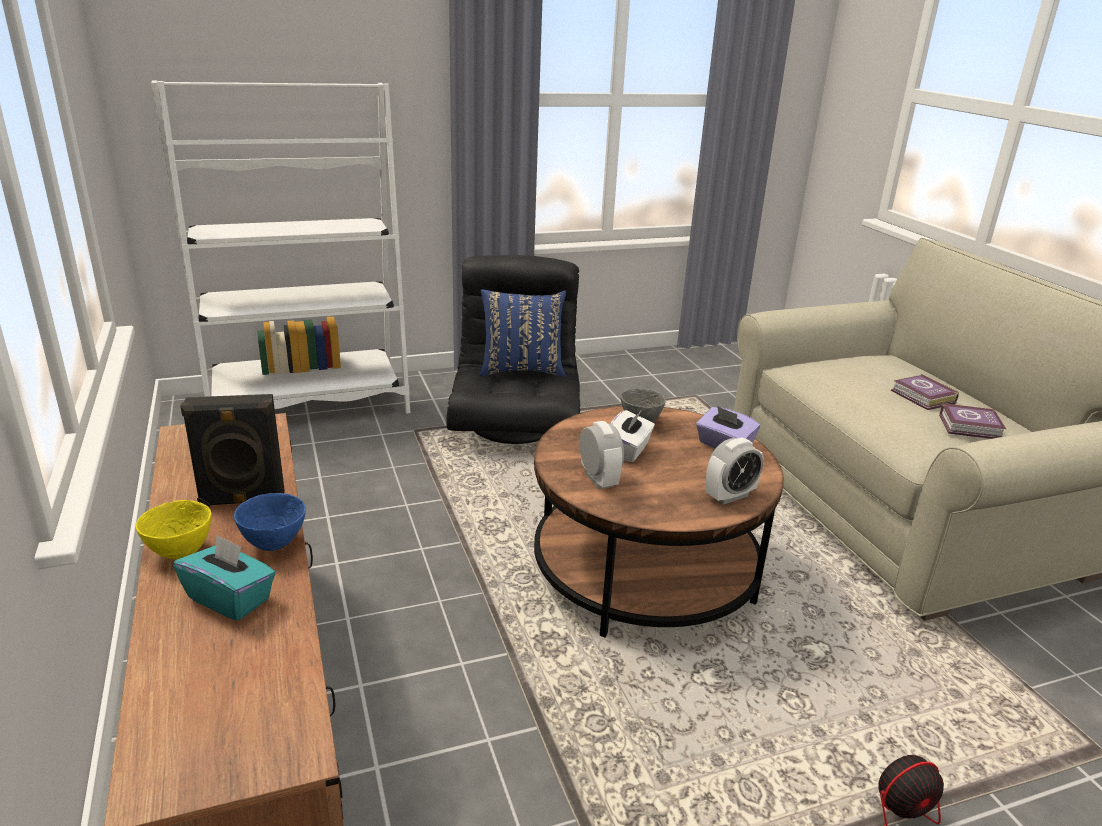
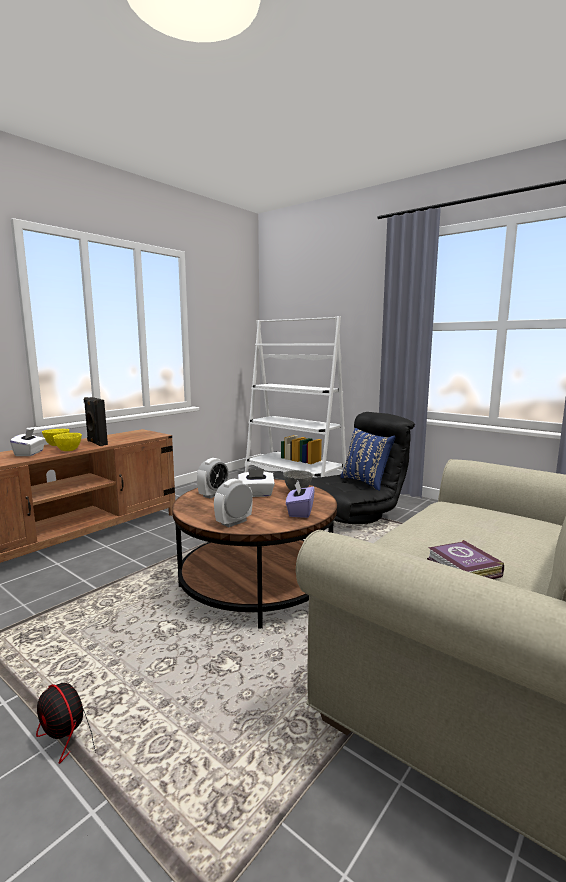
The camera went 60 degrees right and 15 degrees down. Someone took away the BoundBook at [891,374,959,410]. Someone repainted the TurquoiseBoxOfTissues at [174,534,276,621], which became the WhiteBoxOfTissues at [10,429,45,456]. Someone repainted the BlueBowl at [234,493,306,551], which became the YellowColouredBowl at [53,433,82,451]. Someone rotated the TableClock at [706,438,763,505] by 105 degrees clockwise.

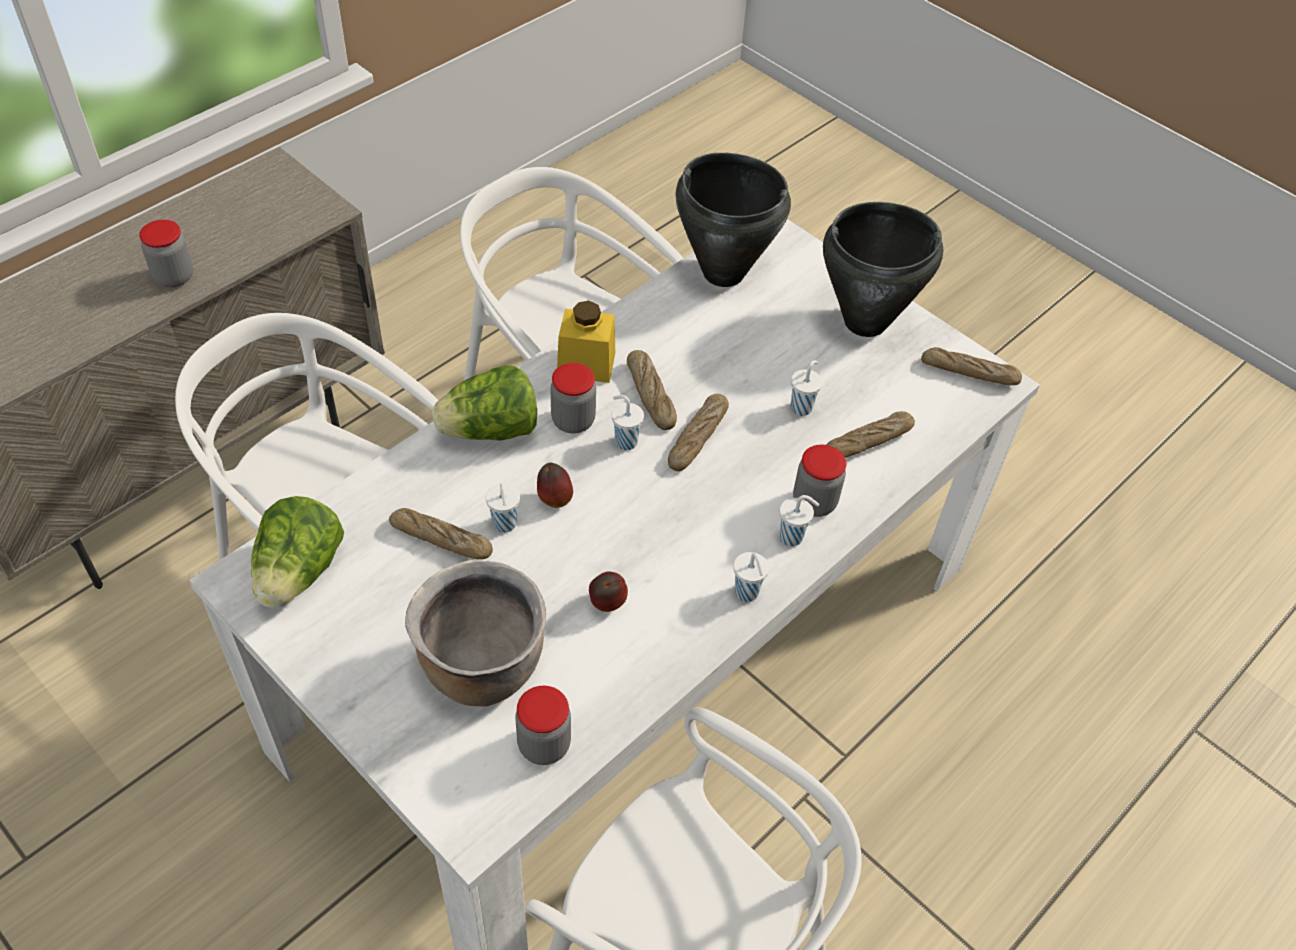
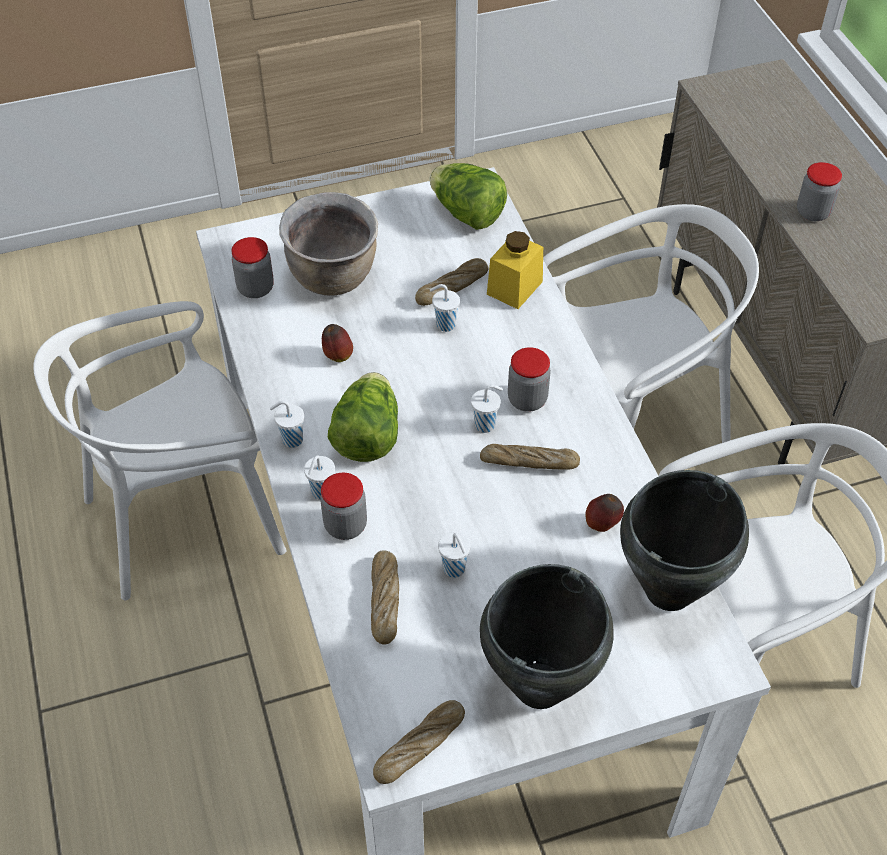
The camera went 120 degrees right and 0 degrees up. Someone took away the BakedBread at [668,394,729,471]. Someone carried the LettuceHead from [432,366,537,441] to [328,372,398,462]. Someone carried the AppleFruit from [537,463,573,508] to [585,494,624,532]. Someone carried the YellowColouredJar from [557,301,615,383] to [487,231,543,309].

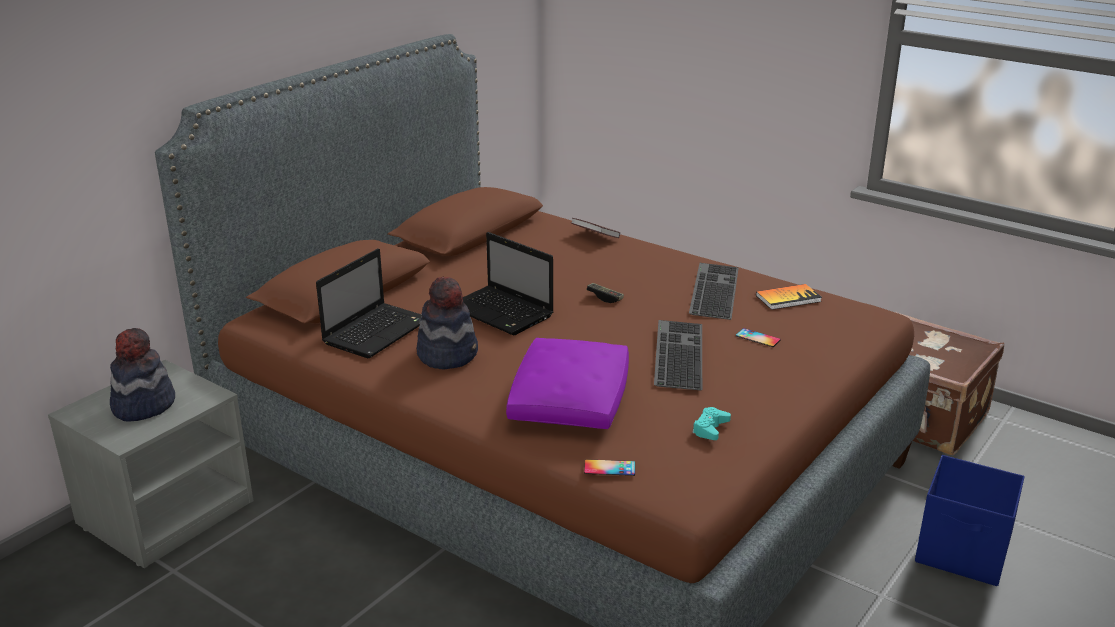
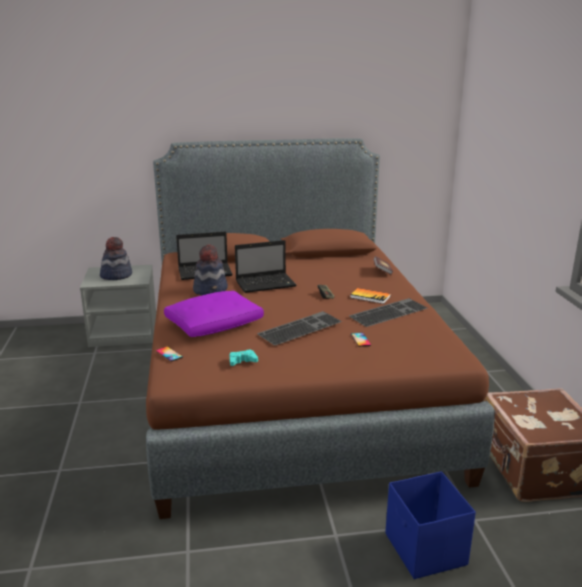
The camera went 45 degrees right and 5 degrees down. Someone carried the BoundBook from [756,284,822,310] to [350,288,391,304]. Someone rotated the NotebookComputer at [463,232,554,335] by 105 degrees counterclockwise.

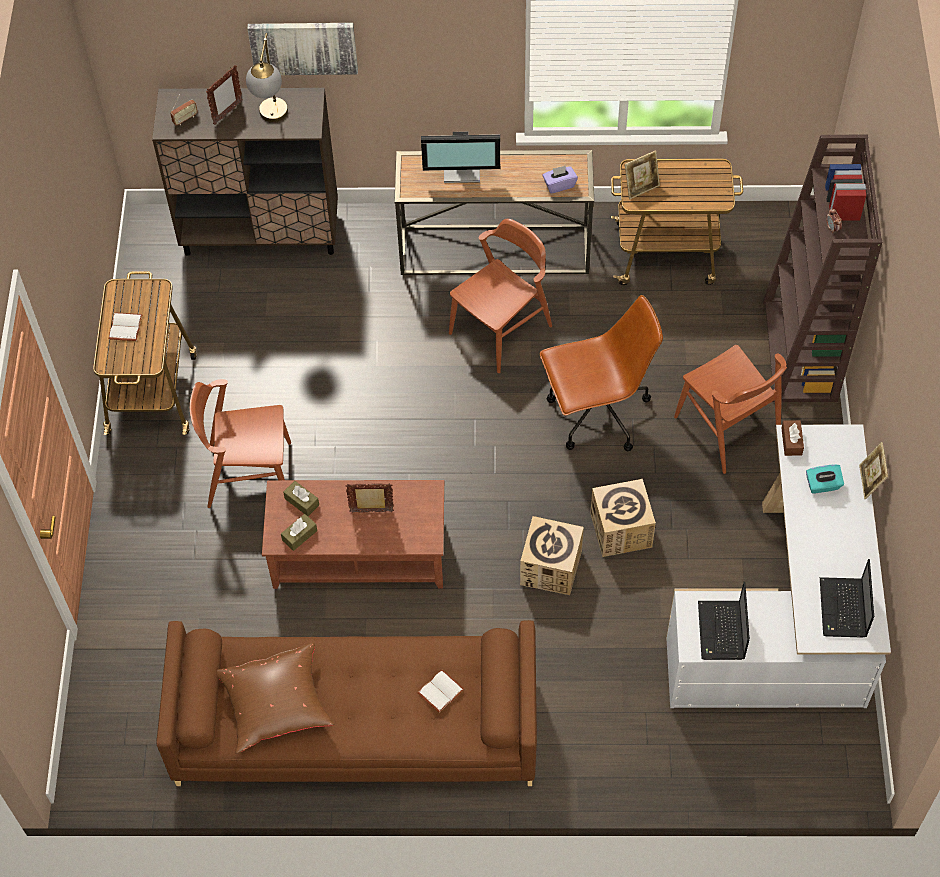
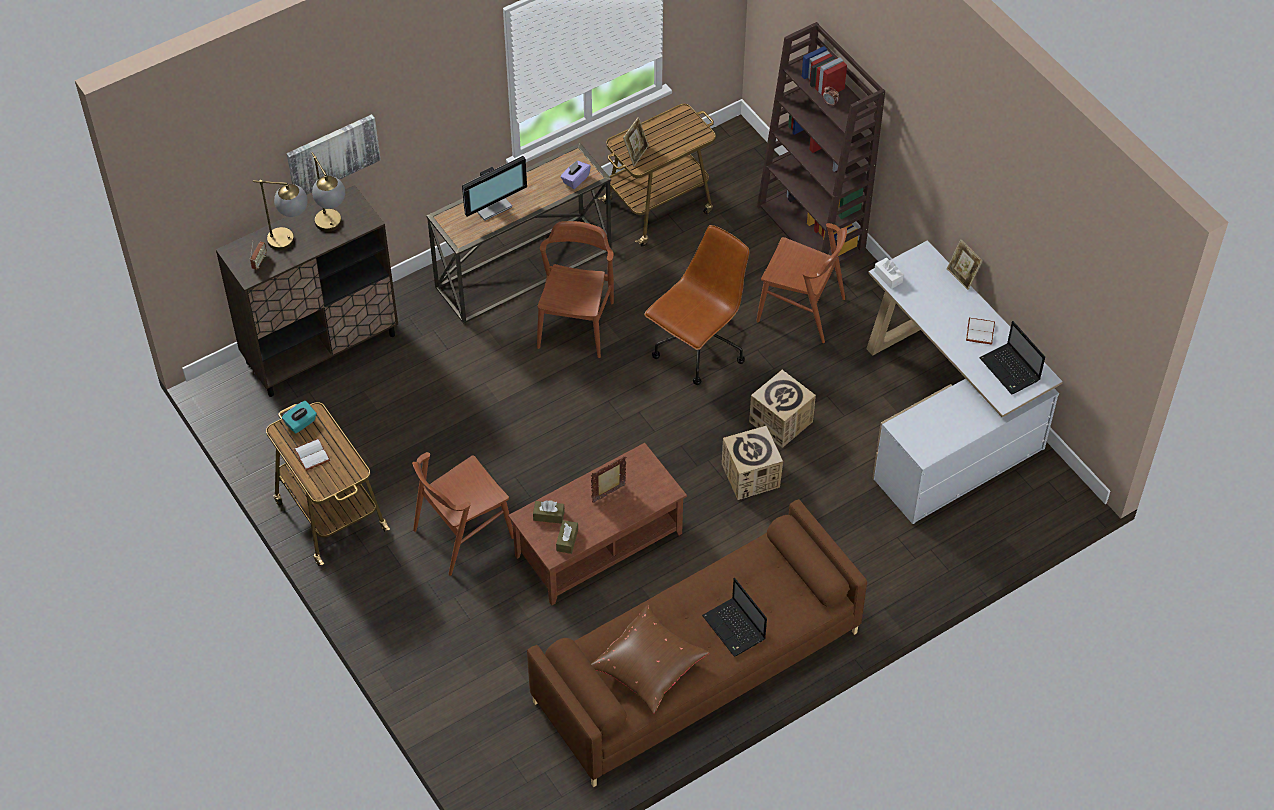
The camera went 35 degrees left and 5 degrees down. Someone carried the WhiteBoundBook from [417,669,464,713] to [966,318,995,345]. Someone carried the NotebookComputer from [698,582,750,660] to [702,578,767,657]. Someone carried the TurquoiseBoxOfTissues from [806,464,844,494] to [282,401,317,433]. Someone swapped the PictureFrame at [206,65,243,125] for the LampForATable at [253,180,308,250]. Someone repainted the BrownishBoxOfTissues at [781,420,804,456], which became the WhiteBoxOfTissues at [874,257,904,289].

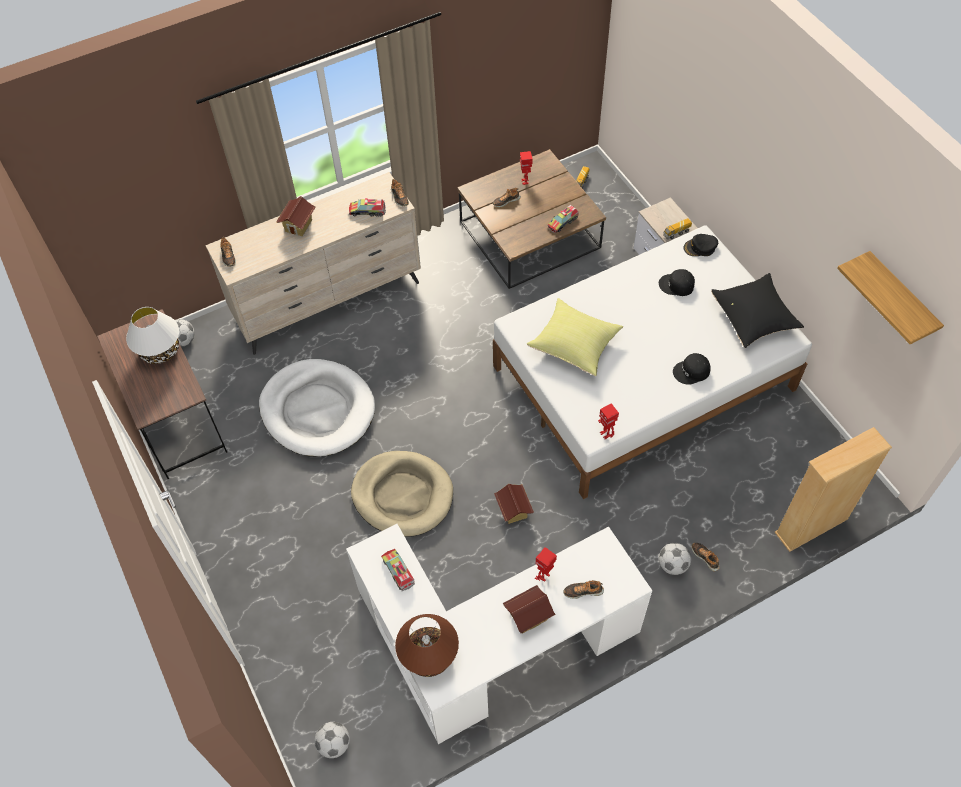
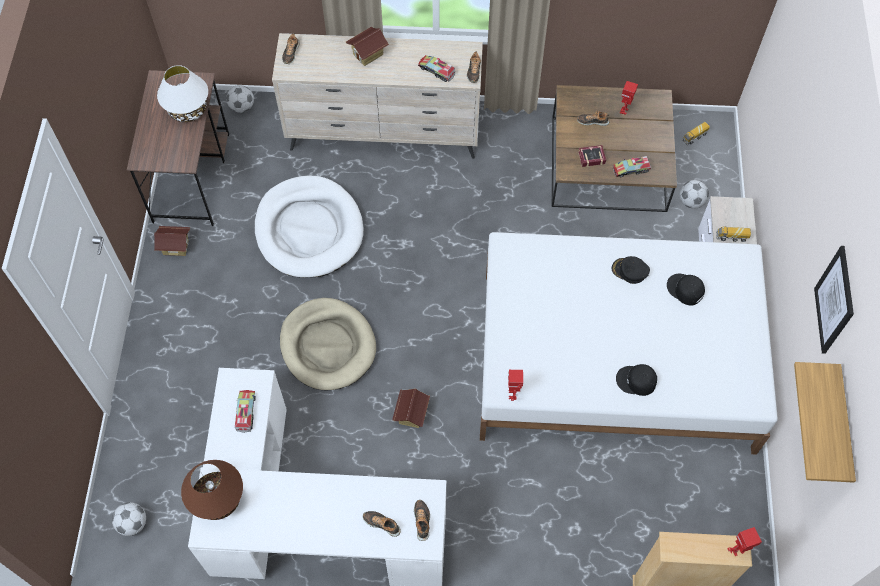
The camera went 30 degrees right and 5 degrees up. Someone took away the YellowColouredThrowPillow at [527,298,623,376]. Someone took away the BlackColouredThrowPillow at [711,273,804,348]. Someone put down the BoundBook at [578,145,606,167]. Someone put up the WallPicture at [814,246,854,354]. Someone carried the ModelHouse from [503,585,556,634] to [154,226,190,256]. Someone carried the RobotFigure from [535,547,557,582] to [727,527,762,556]. Someone carried the Football from [659,543,691,575] to [680,180,709,209]. Someone carried the BlackColouredBaseballCap from [684,234,718,256] to [612,256,650,284]. Someone carried the LowShoe from [692,543,720,571] to [414,500,430,541].

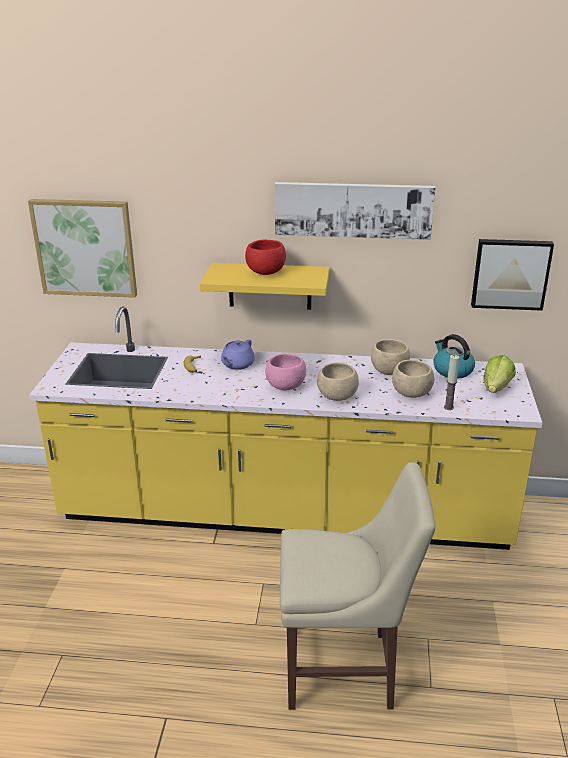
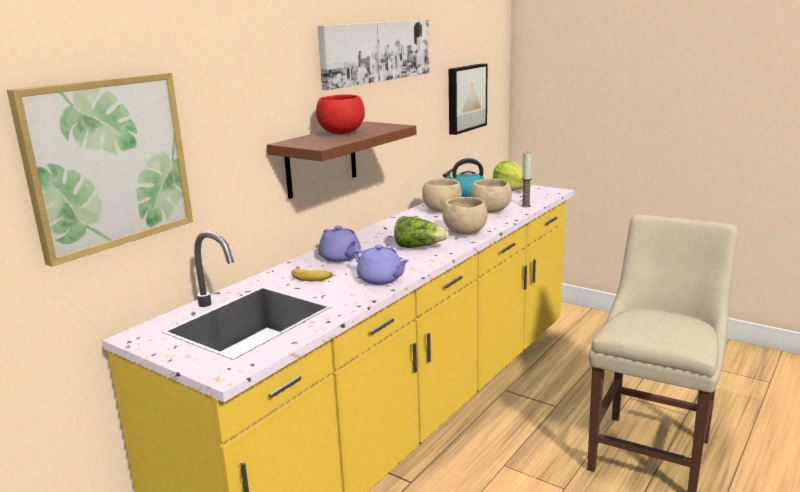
The camera went 60 degrees left and 10 degrees down. Someone put down the PurplishPotForTea at [354,244,409,285]. Someone swapped the PinkishBowl at [265,353,306,391] for the LettuceHead at [394,216,449,248]. Someone repainted the YellowColouredBracketShelf at [200,263,329,310], which became the BrownishBracketShelf at [267,121,416,199].

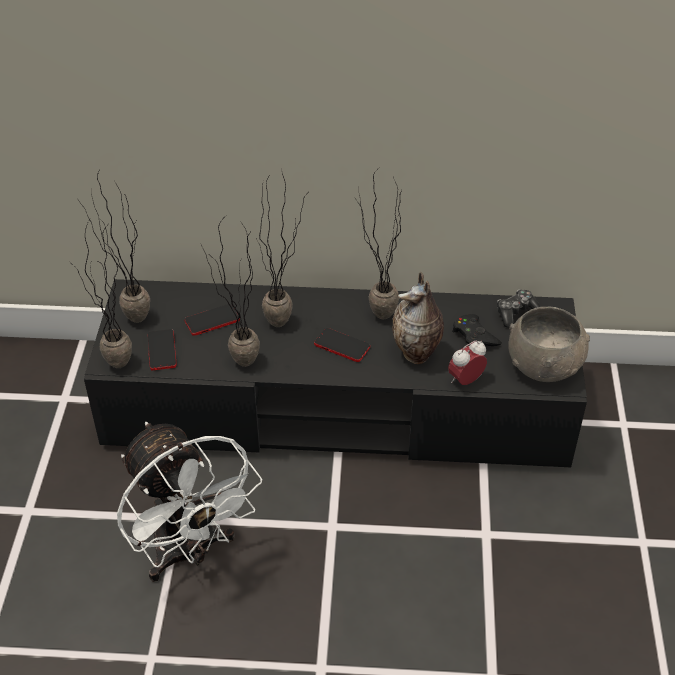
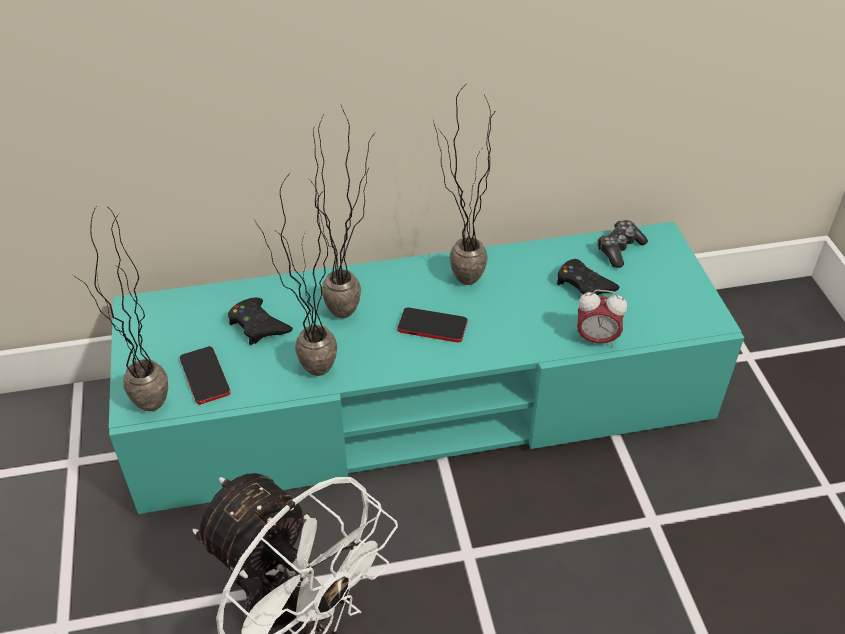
The camera went 15 degrees left and 0 degrees up. Someone took away the PlantInAPot at [78,172,150,323]. Someone took away the FlowerVase at [392,272,444,364]. Someone took away the GrayBowl at [509,306,590,382]. Someone swapped the Phone at [184,304,240,336] for the BlackColouredGamepad at [228,297,293,345]. Someone repainted the BlackColouredTvUnit at [84,279,587,467], which became the TurquoiseTvUnit at [109,222,744,514]. Someone rotated the TableClock at [448,340,487,385] by 120 degrees counterclockwise.

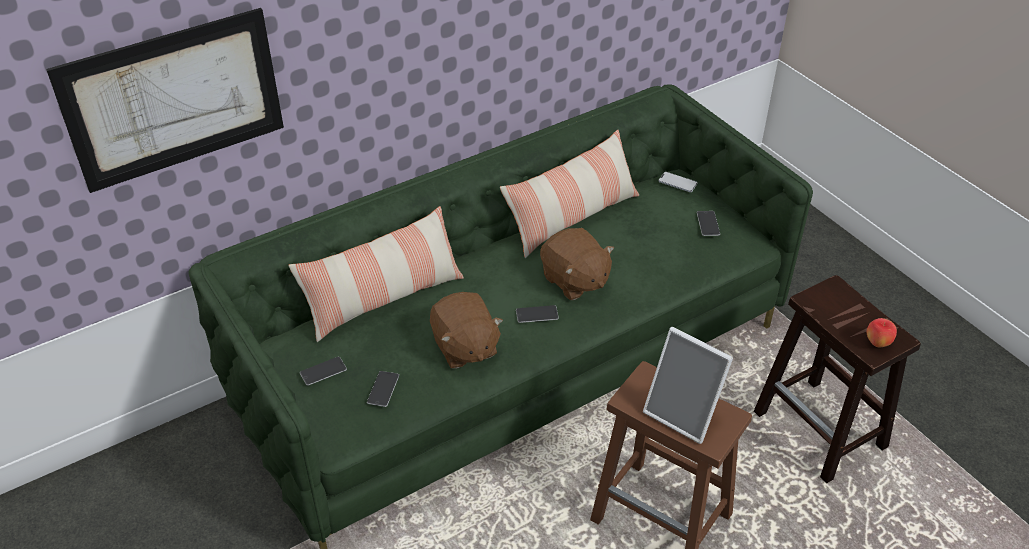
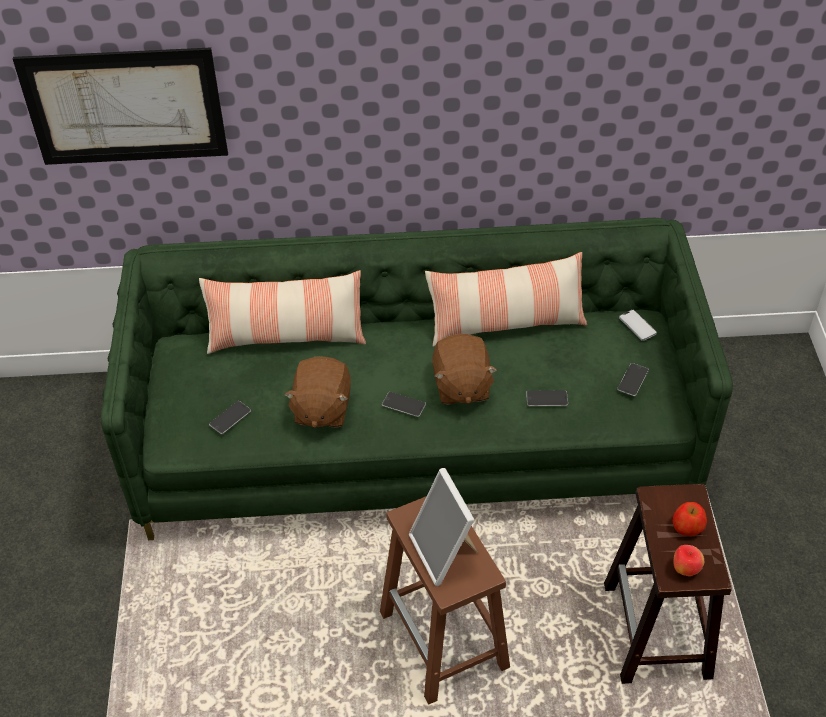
The camera went 30 degrees right and 5 degrees up. Someone put down the AppleFruit at [673,502,707,536]. Someone carried the Phone from [300,357,347,386] to [526,390,568,406].

